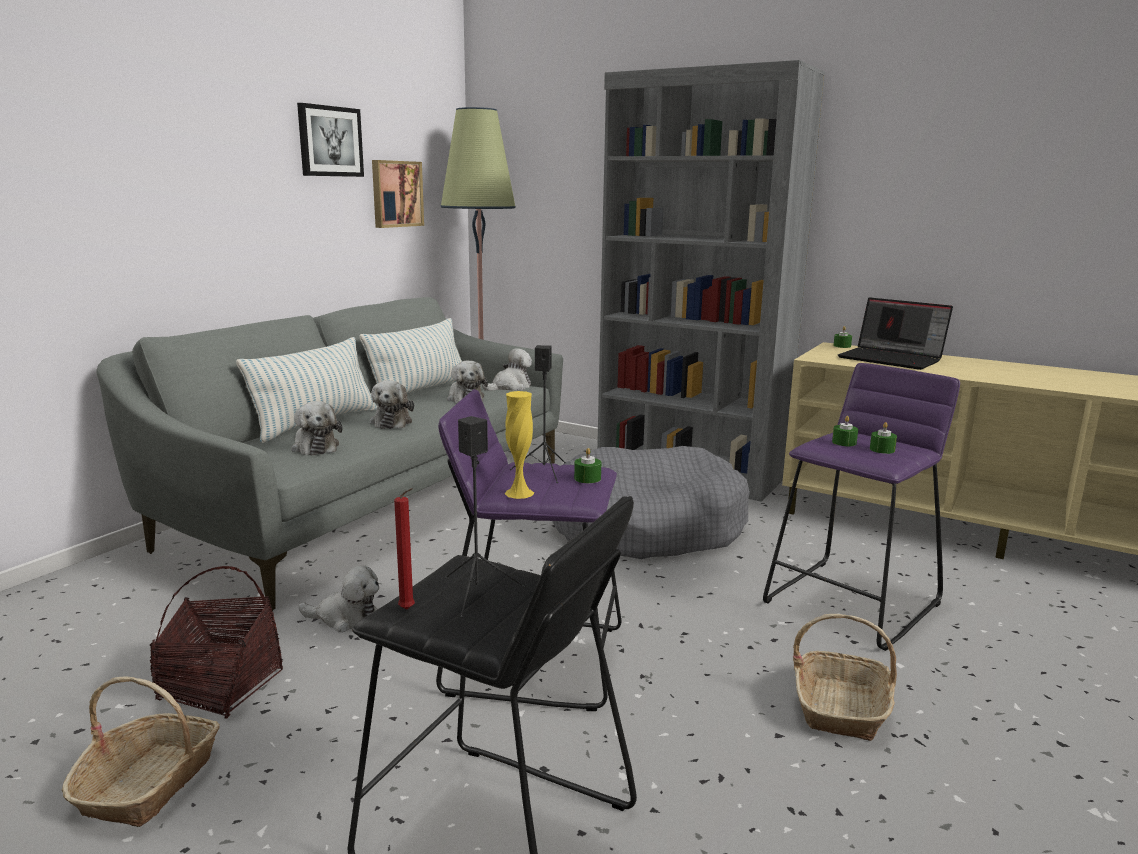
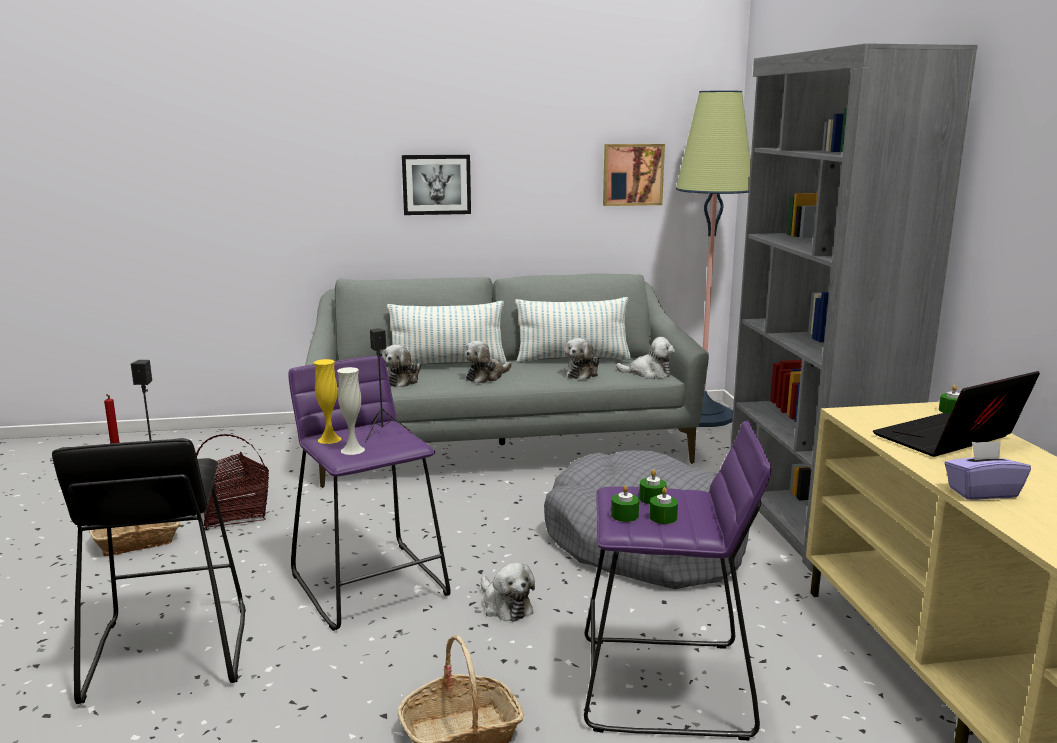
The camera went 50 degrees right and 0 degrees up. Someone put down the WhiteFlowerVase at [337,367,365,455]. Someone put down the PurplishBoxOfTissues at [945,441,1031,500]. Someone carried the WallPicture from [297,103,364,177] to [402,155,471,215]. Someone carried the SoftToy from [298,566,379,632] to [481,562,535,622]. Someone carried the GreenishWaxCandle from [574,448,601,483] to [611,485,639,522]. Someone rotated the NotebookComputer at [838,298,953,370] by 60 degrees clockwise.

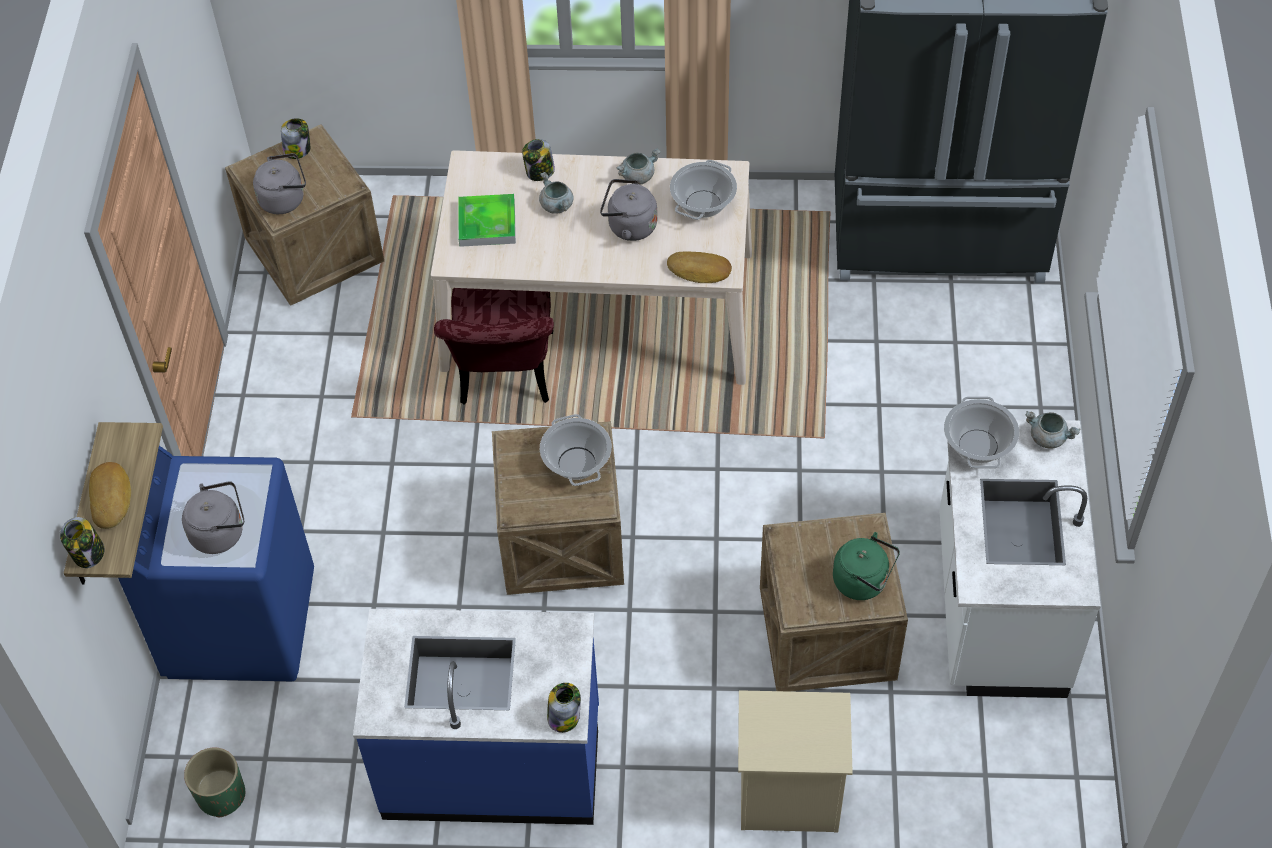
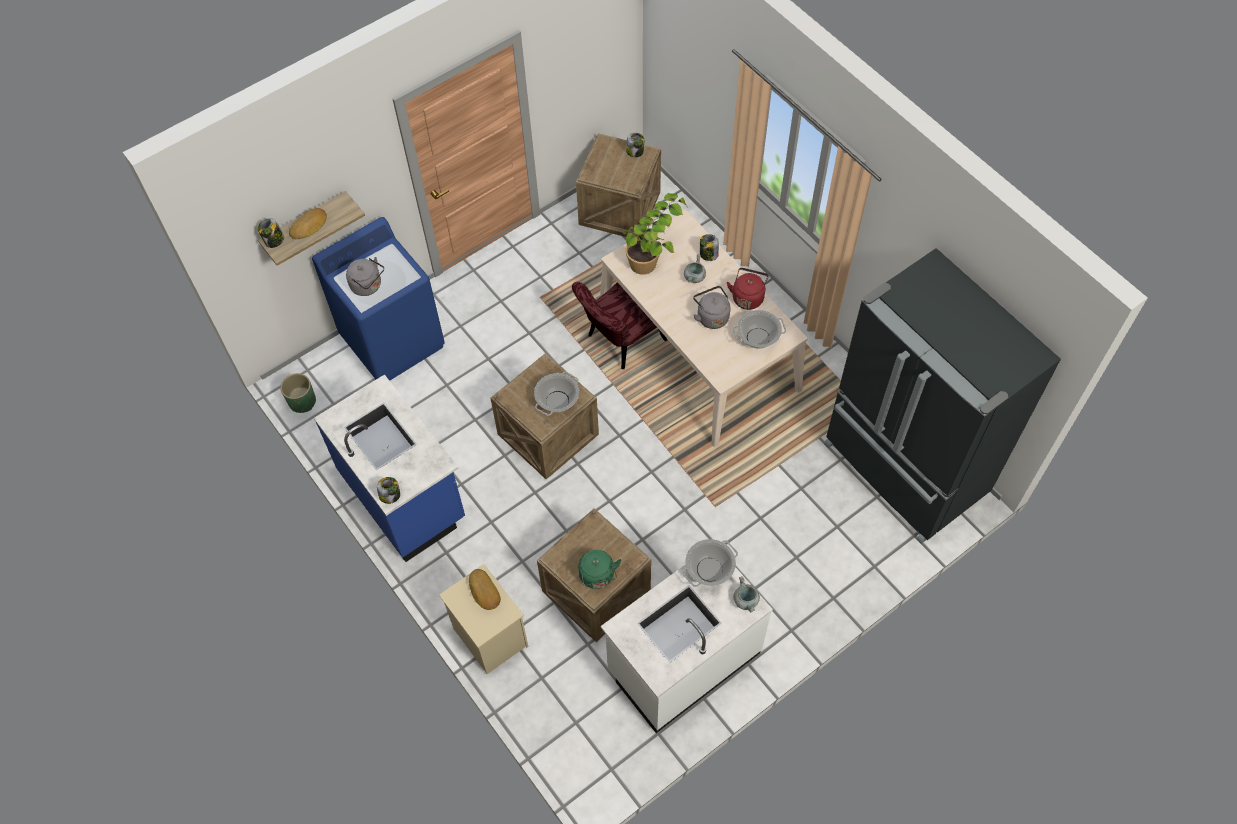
The camera went 50 degrees right and 5 degrees up. Someone took away the GrayKettle at [253,153,306,214]. Someone carried the BakedBread from [667,251,732,283] to [469,569,501,610]. Someone swapped the CarryingTray at [458,194,516,247] for the PlantInAPot at [623,193,688,275]. Someone swapped the GraySaucepot at [616,148,661,185] for the RedColouredKettle at [727,268,769,310].

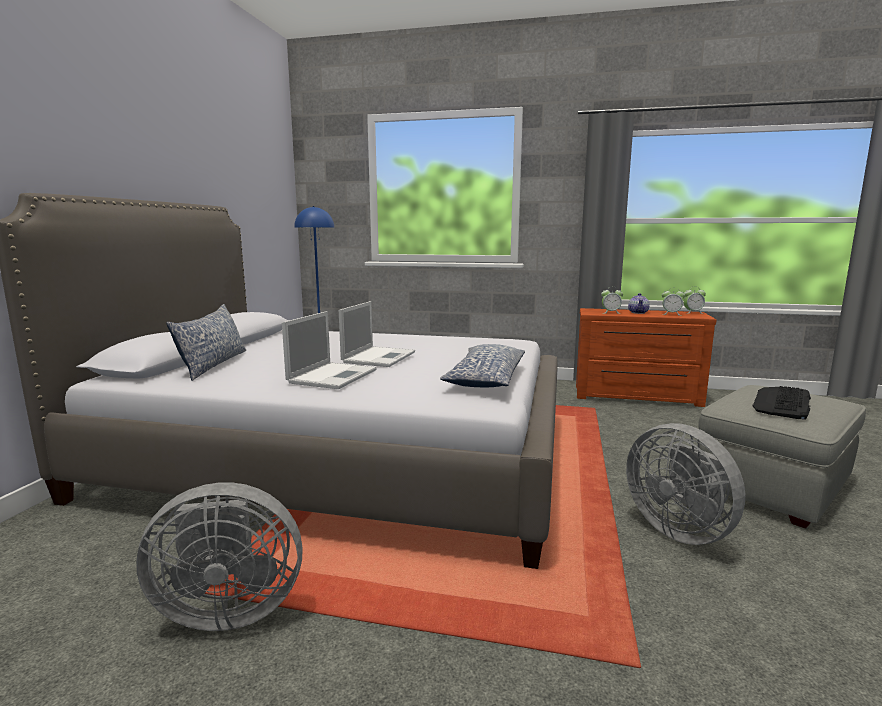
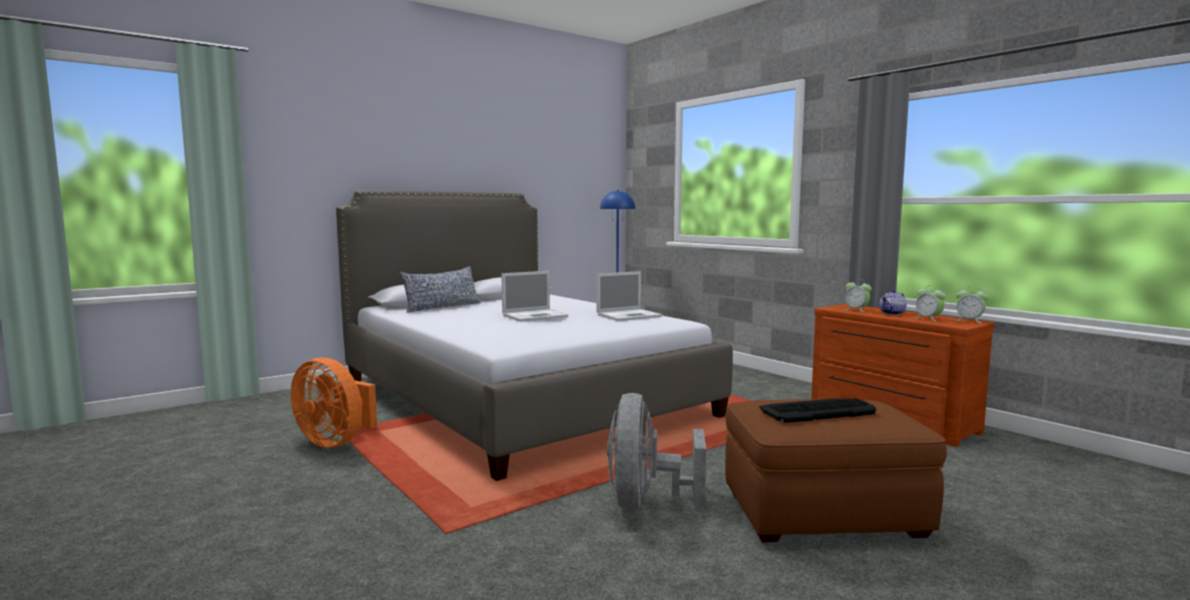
The camera went 40 degrees right and 5 degrees down. Someone took away the ThrowPillow at [440,344,525,387]. Someone carried the NotebookComputer from [282,311,377,389] to [597,271,663,321]. Someone repainted the GrayElectricFan at [136,482,303,631], which became the OrangeElectricFan at [291,358,377,448]. Someone repainted the GrayPouffe at [698,385,866,528], which became the BrownishPouffe at [725,399,947,542].

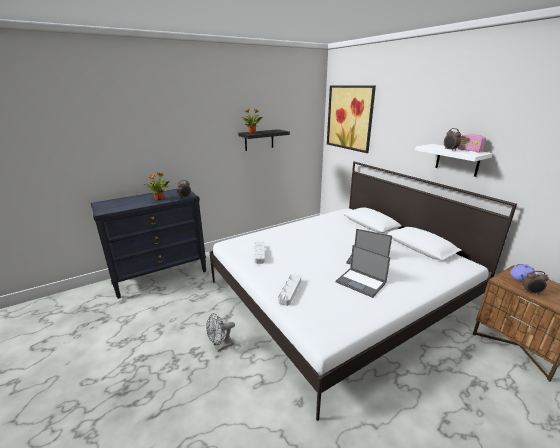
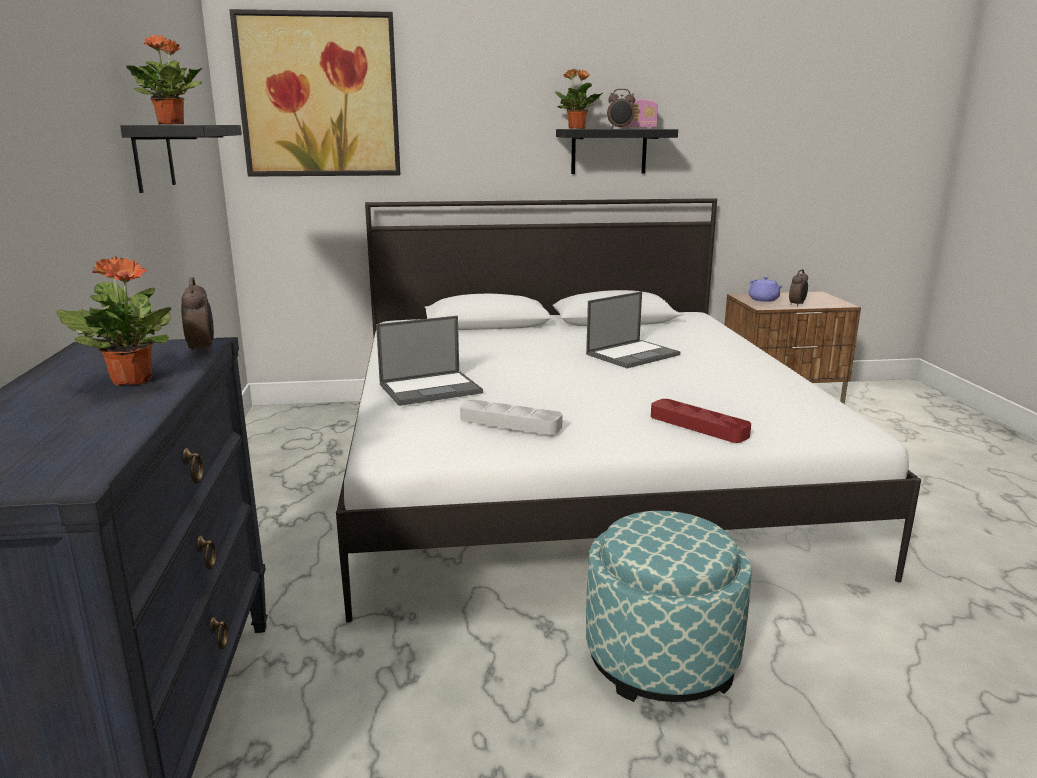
The camera went 65 degrees left and 5 degrees down. Someone put down the PlantInAPot at [555,69,603,129]. Someone carried the NotebookComputer from [336,245,390,298] to [376,316,483,406]. Someone swapped the GrayElectricFan at [206,313,235,351] for the Pouffe at [586,511,751,702]. Someone repainted the GrayCarryingTray at [278,274,301,306], which became the RedColouredCarryingTray at [651,399,751,443]. Someone repainted the WhiteBracketShelf at [415,144,493,177], which became the BlackColouredBracketShelf at [556,129,678,174].

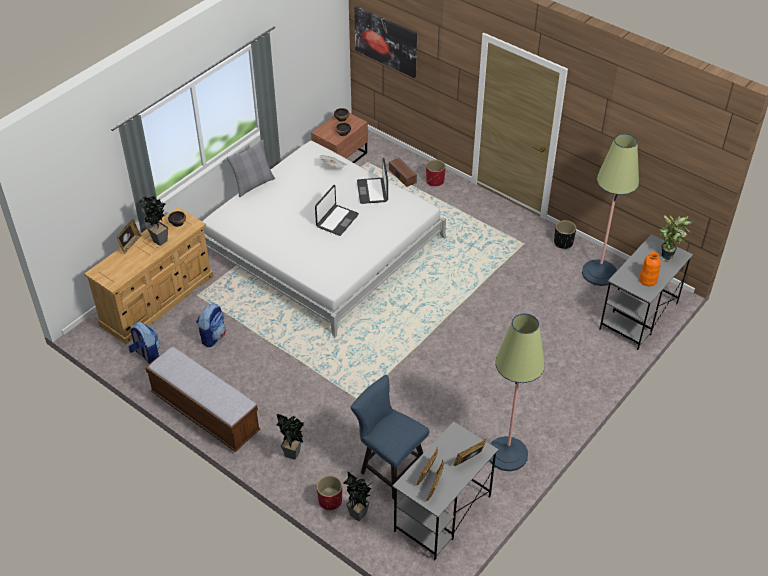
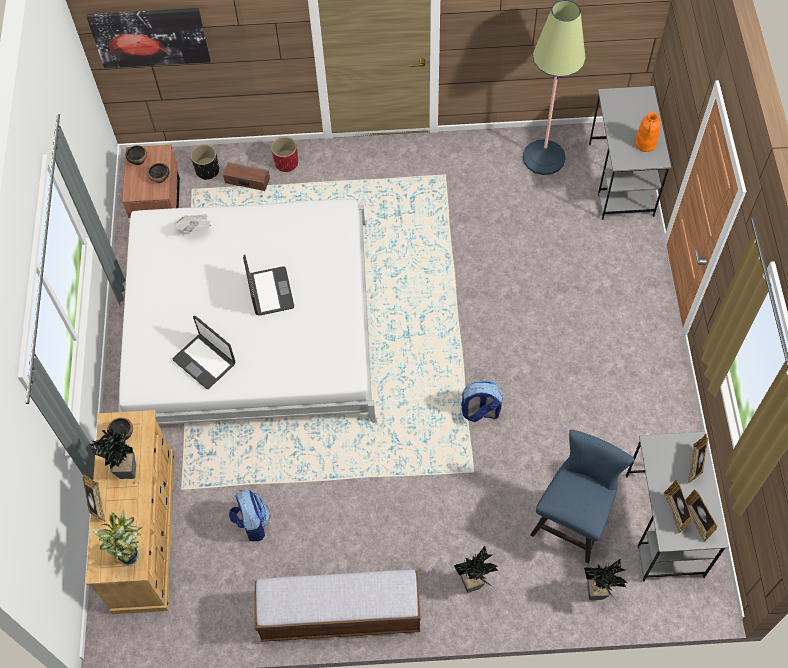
The camera went 40 degrees left and 15 degrees up. Someone took away the GrayThrowPillow at [226,140,275,197]. Someone took away the RedColouredFlowerPot at [317,475,342,511]. Someone took away the StandingLamp at [489,313,545,471]. Someone carried the Knapsack from [128,322,160,364] to [461,380,503,422]. Someone carried the NotebookComputer from [357,158,388,204] to [173,316,236,389]. Someone carried the BlackColouredFlowerPot from [554,220,576,249] to [190,144,219,180]. Someone carried the PlantInAPot from [660,215,692,261] to [92,510,142,566]. Someone rotated the BluePlainChair at [350,375,429,499] by 120 degrees clockwise.

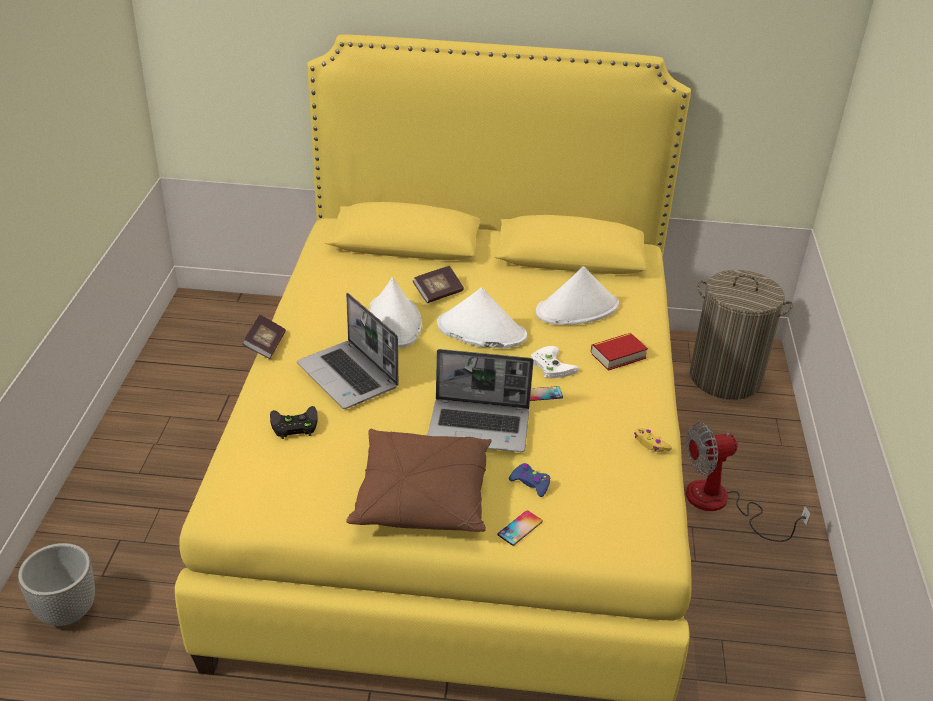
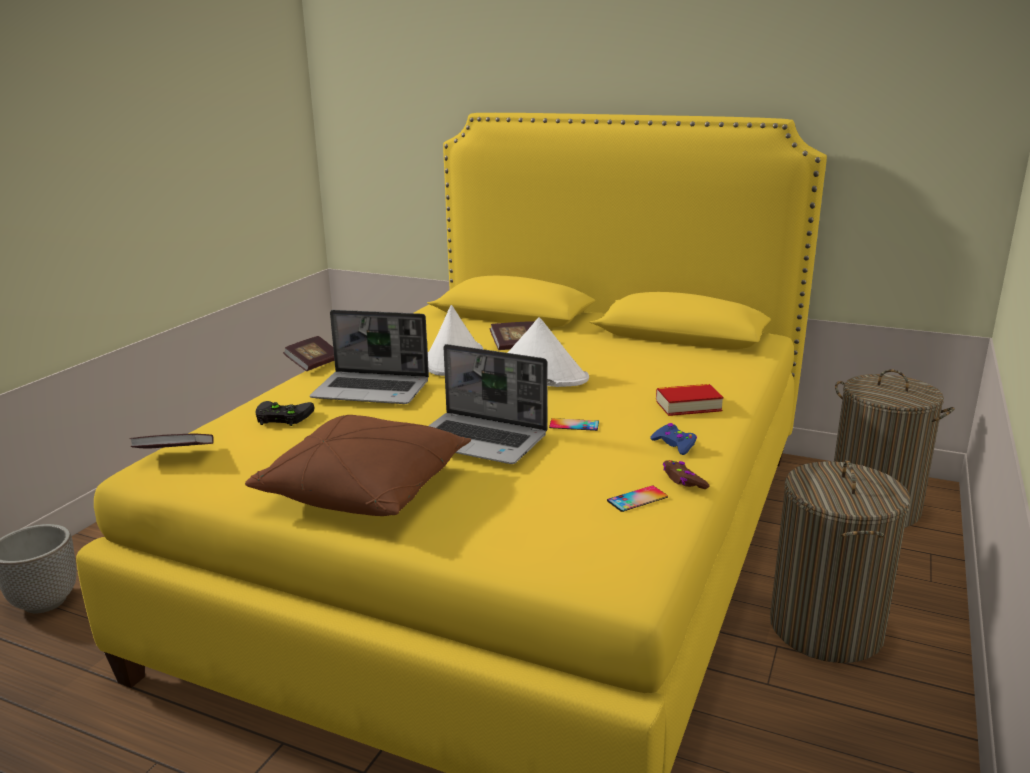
The camera went 20 degrees right and 15 degrees down. Someone took away the WhiteGamepad at [531,346,579,378]. Someone took away the WhiteWearableHat at [536,266,619,325]. Someone put down the BoundBook at [130,434,213,449]. Someone carried the Phone from [497,510,543,546] to [607,486,668,512]. Someone carried the BlueGamepad from [509,463,551,497] to [650,423,697,455]. Someone swapped the ElectricFan at [686,422,810,542] for the WashingBasket at [770,460,911,663]. Someone repainted the YellowColouredGamepad at [634,428,672,452], which became the BrownishGamepad at [663,460,710,489]. Someone rotated the NotebookComputer at [297,293,398,409] by 60 degrees counterclockwise.

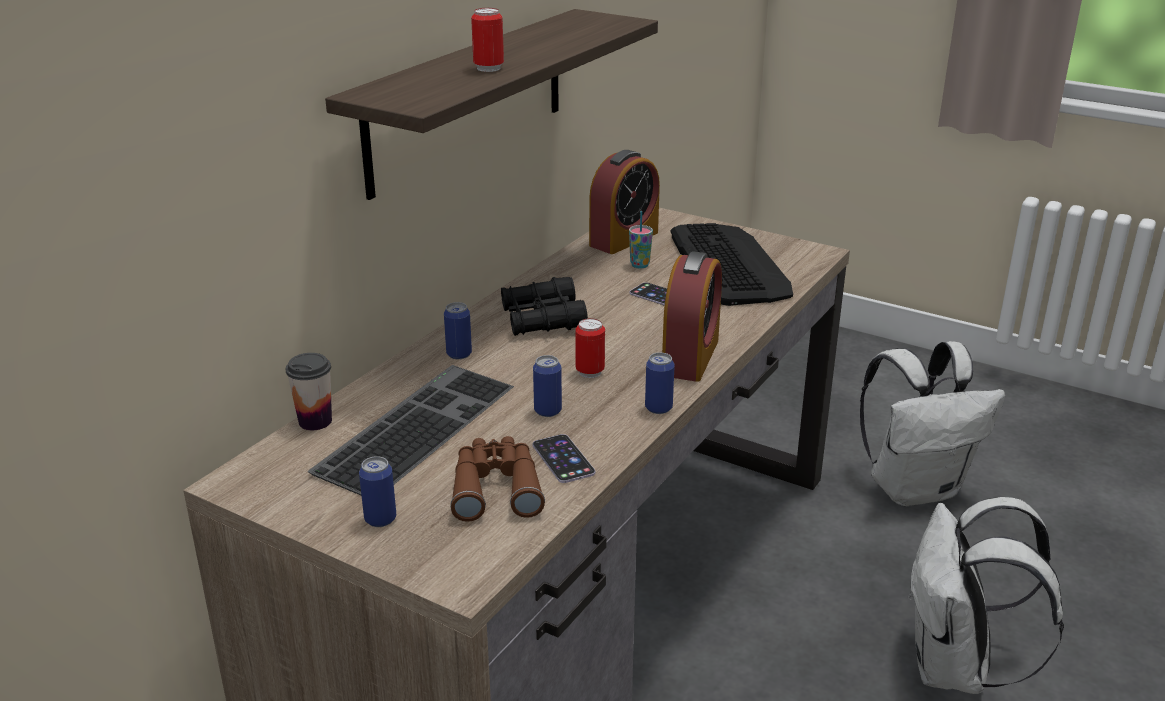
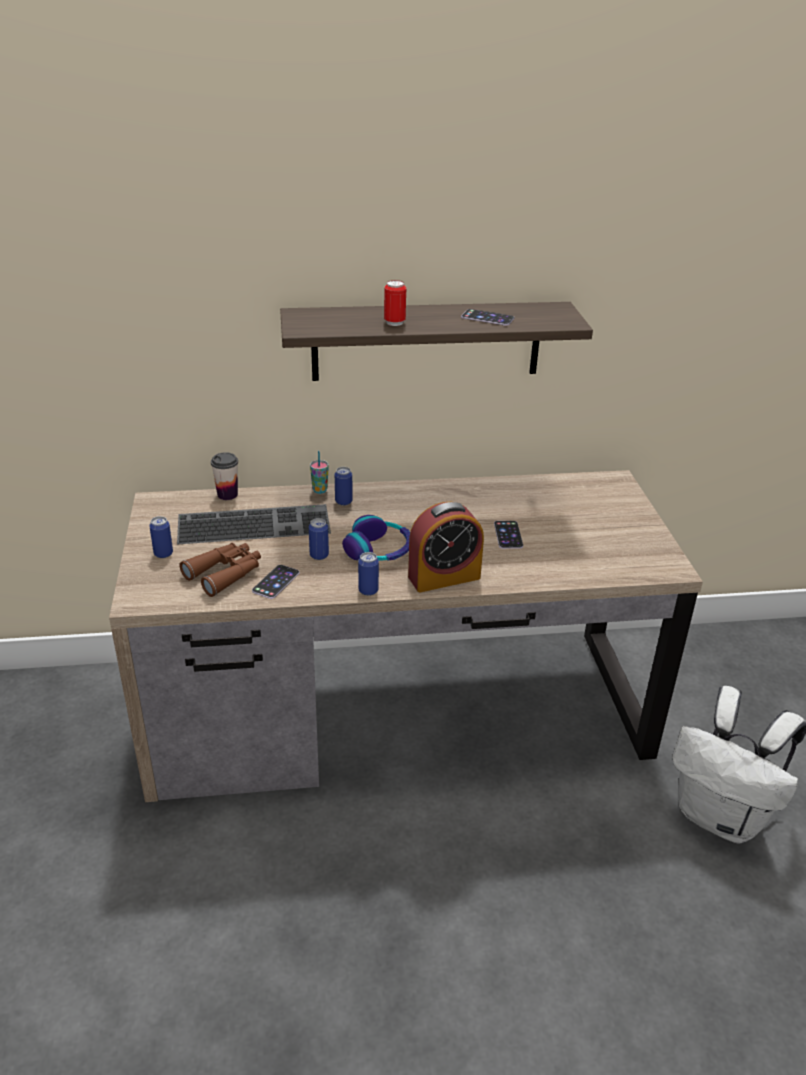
The camera went 50 degrees right and 5 degrees up. Someone took away the BlackColouredPairOfBinoculars at [501,277,588,336]. Someone took away the TableClock at [589,150,660,254]. Someone took away the Keyboard at [670,223,793,306]. Someone took away the WhiteKnapsack at [908,497,1064,694]. Someone put down the Phone at [461,309,514,326]. Someone carried the Cup from [629,211,653,268] to [310,451,329,494]. Someone swapped the MetalCan at [575,318,605,378] for the Headset at [342,515,410,561].

